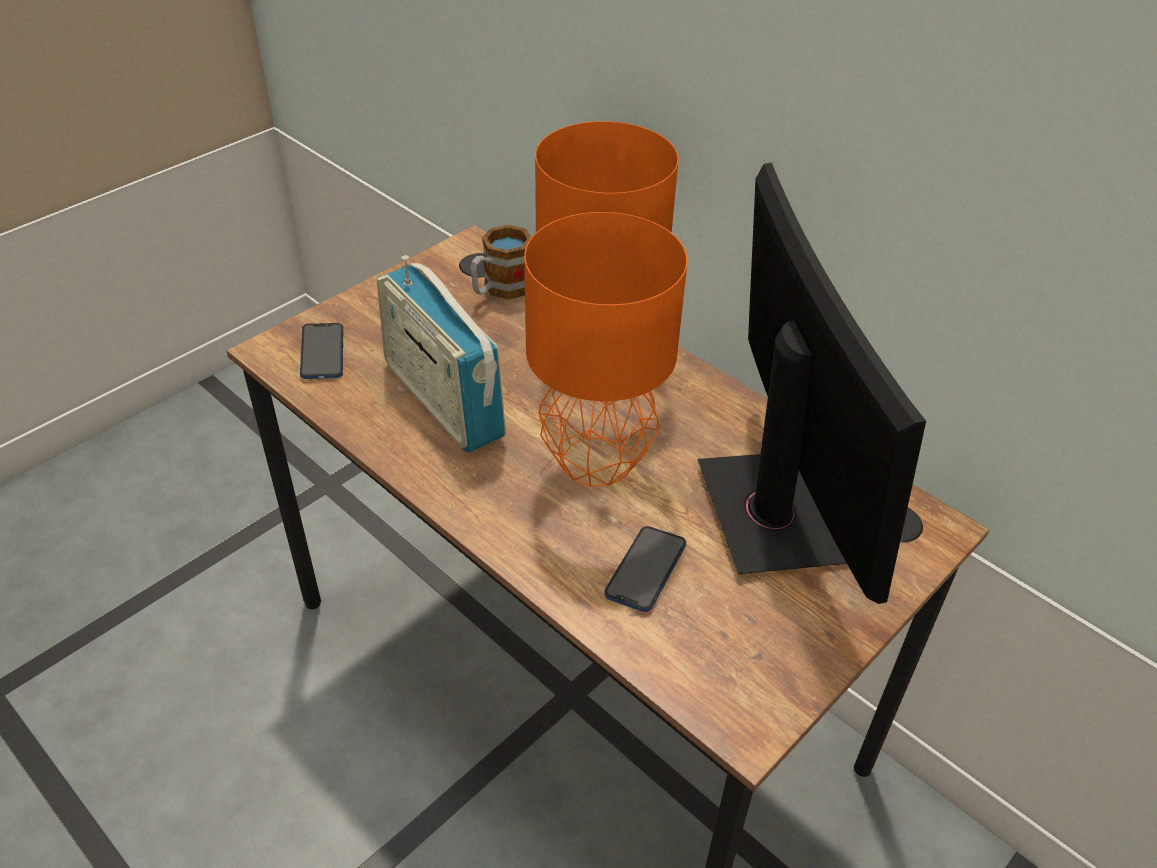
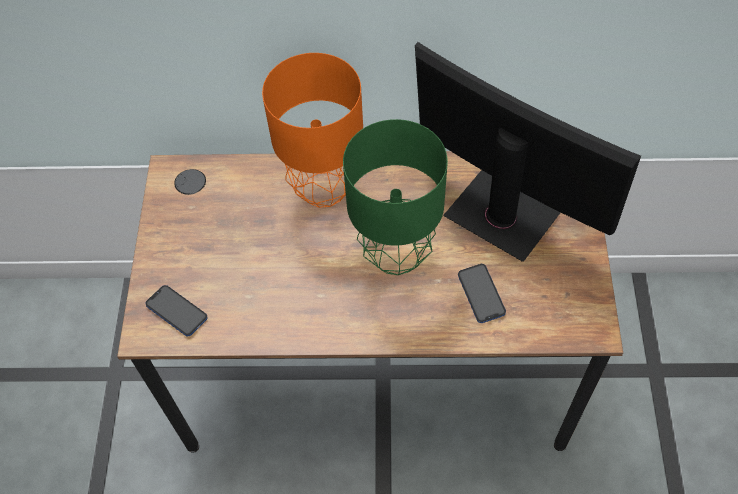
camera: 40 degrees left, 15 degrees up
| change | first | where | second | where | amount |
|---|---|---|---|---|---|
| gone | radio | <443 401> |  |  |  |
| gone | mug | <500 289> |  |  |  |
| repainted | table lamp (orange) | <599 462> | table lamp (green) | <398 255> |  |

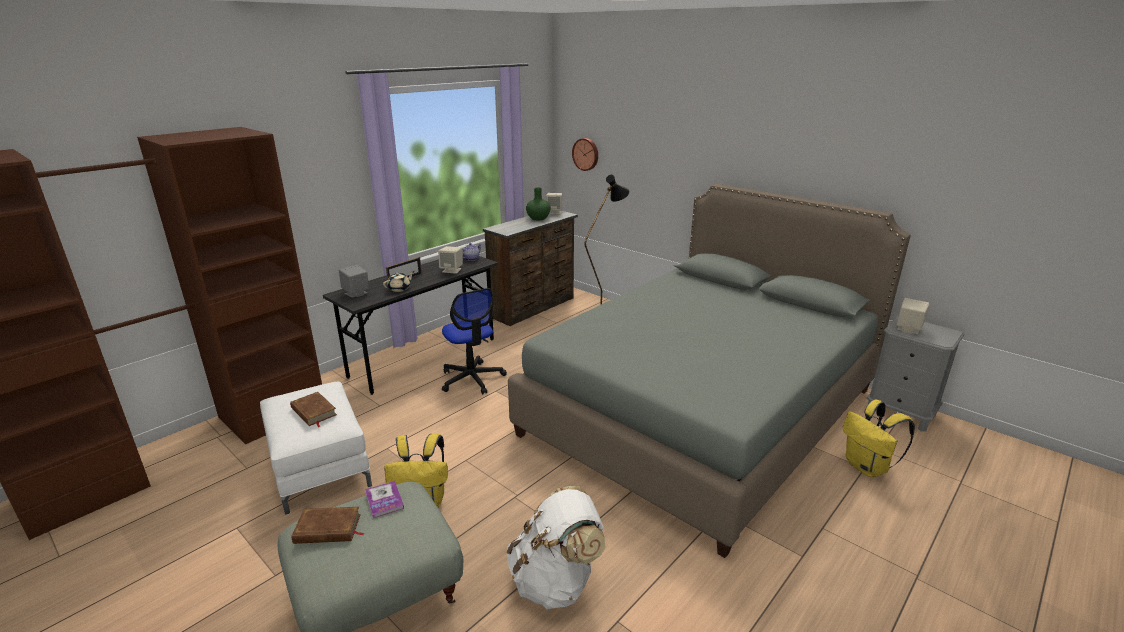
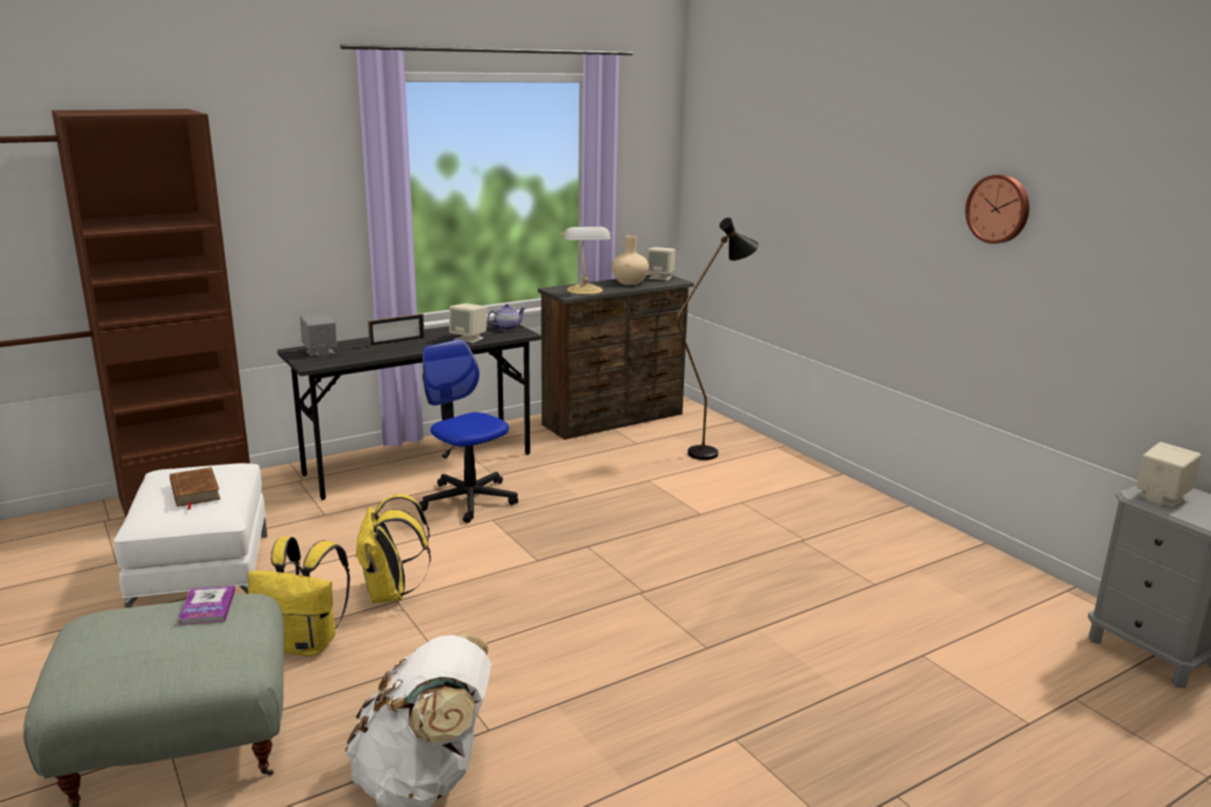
camera: 15 degrees right, 5 degrees down
| change | first | where | second | where | amount |
|---|---|---|---|---|---|
| gone | book (brown) | <328 529> |  |  |  |
| gone | teapot (beige) | <400 289> |  |  |  |
| gone | bed (grey) | <701 411> |  |  |  |
| new |  |  | table lamp | <585 290> |  |
| shifted | wall clock | <586 154> |  | <999 209> |  |
| shifted | backpack (yellow) | <867 467> |  | <391 594> |  |
| repainted | vase (green) | <538 218> | vase (beige) | <629 282> |  |
| rotated | office chair | <472 379> |  | <468 500> | 150 degrees clockwise |

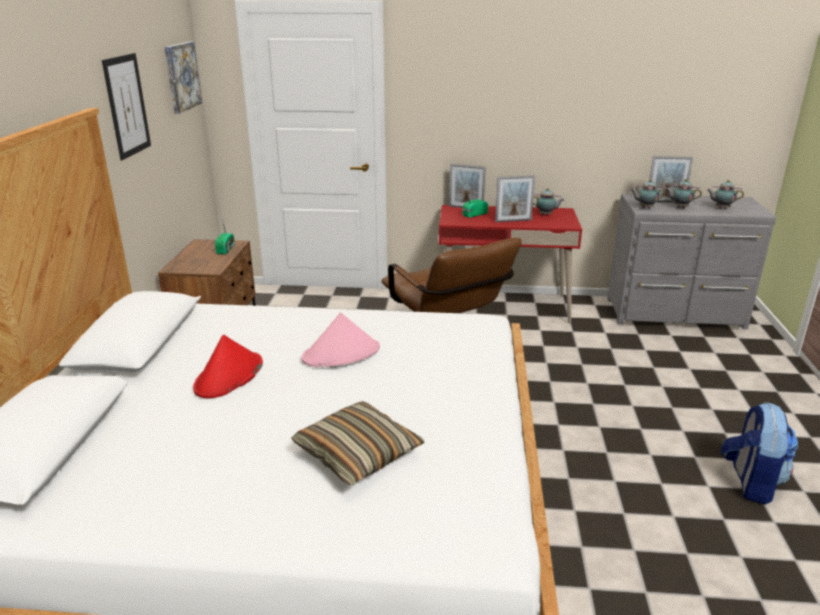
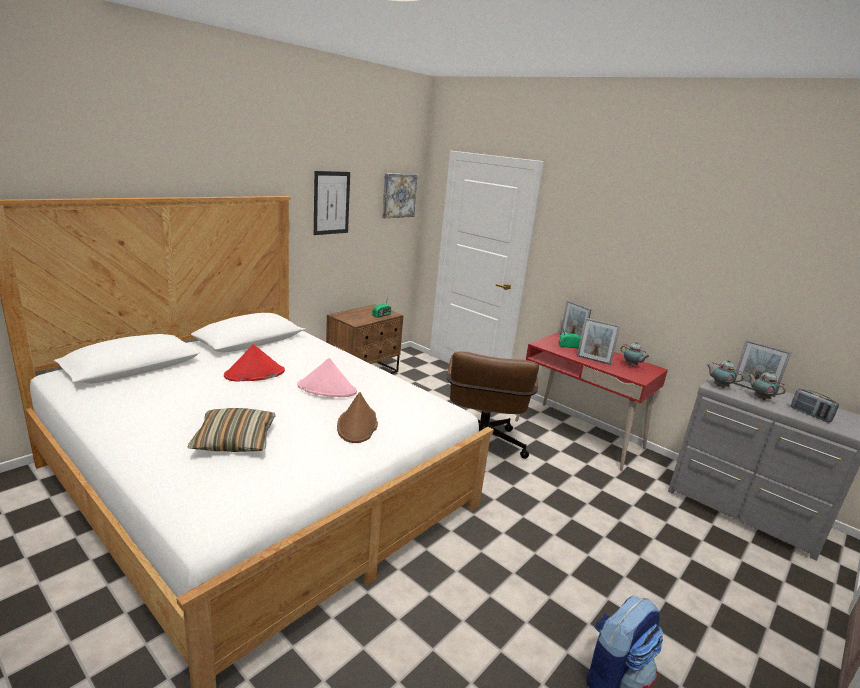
camera: 35 degrees right, 5 degrees down
| change | first | where | second | where | amount |
|---|---|---|---|---|---|
| new |  |  | hat (brown) | <357 425> |  |
| swapped | teapot | <721 208> | radio | <810 414> |  |

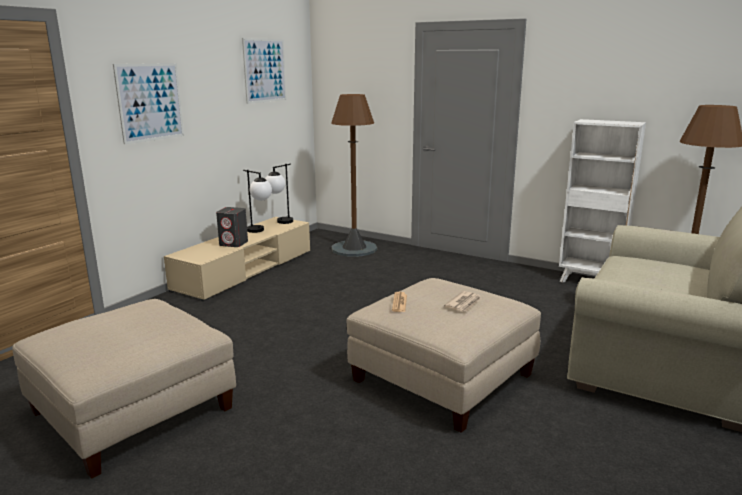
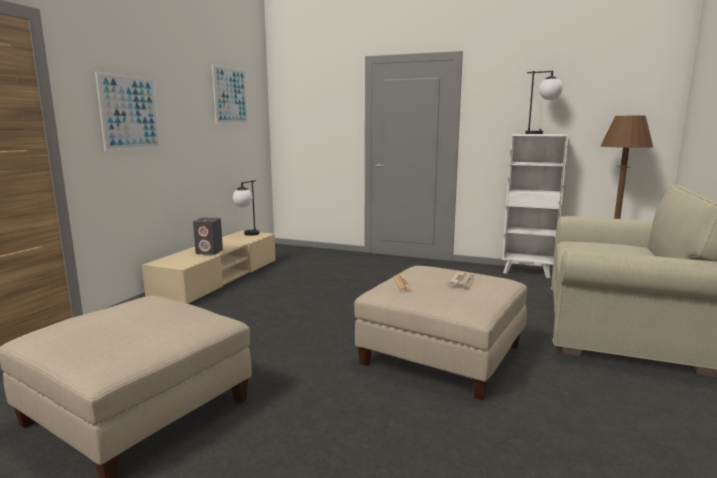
camera: 10 degrees left, 5 degrees down
| change | first | where | second | where | amount |
|---|---|---|---|---|---|
| gone | floor lamp (brown) | <354 249> |  |  |  |
| shifted | table lamp | <260 231> |  | <541 134> |  |

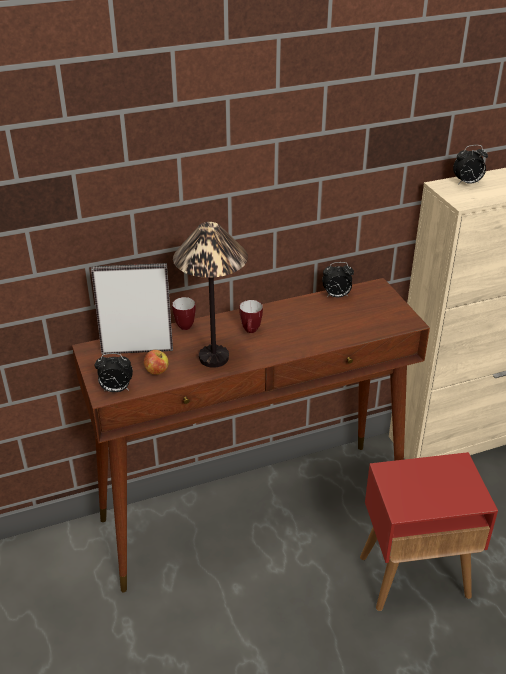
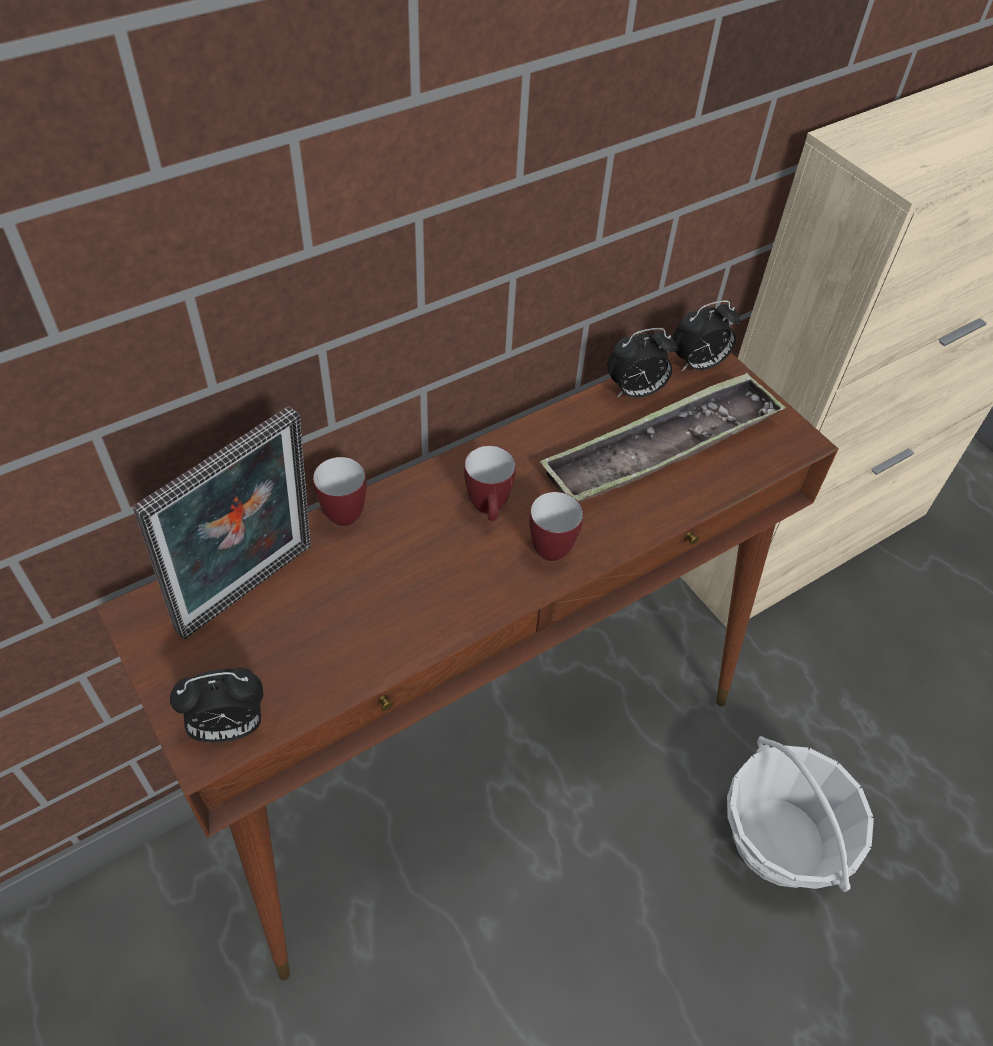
camera: 15 degrees left, 15 degrees up
| change | first | where | second | where | amount |
|---|---|---|---|---|---|
| gone | apple | <157 371> |  |  |  |
| gone | table lamp | <214 358> |  |  |  |
| new |  |  | mug | <549 545> |  |
| new |  |  | tray | <661 449> |  |
| shifted | alarm clock | <467 183> |  | <698 365> |  |
| swapped | side table (red) | <415 576> | basket | <779 841> |  |
| rotated | picture frame | <137 348> |  | <252 593> | 150 degrees clockwise |

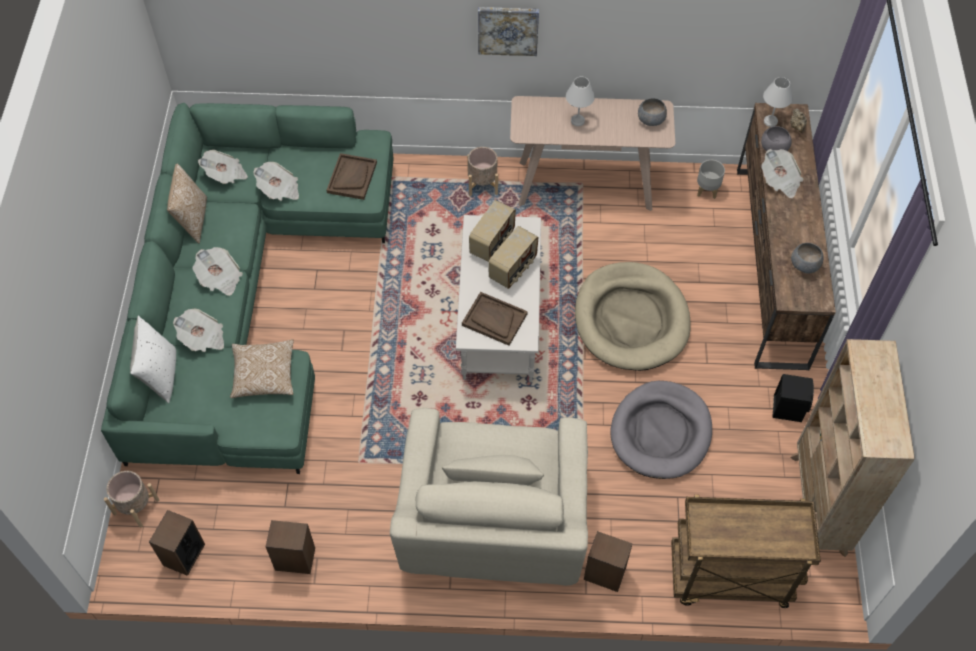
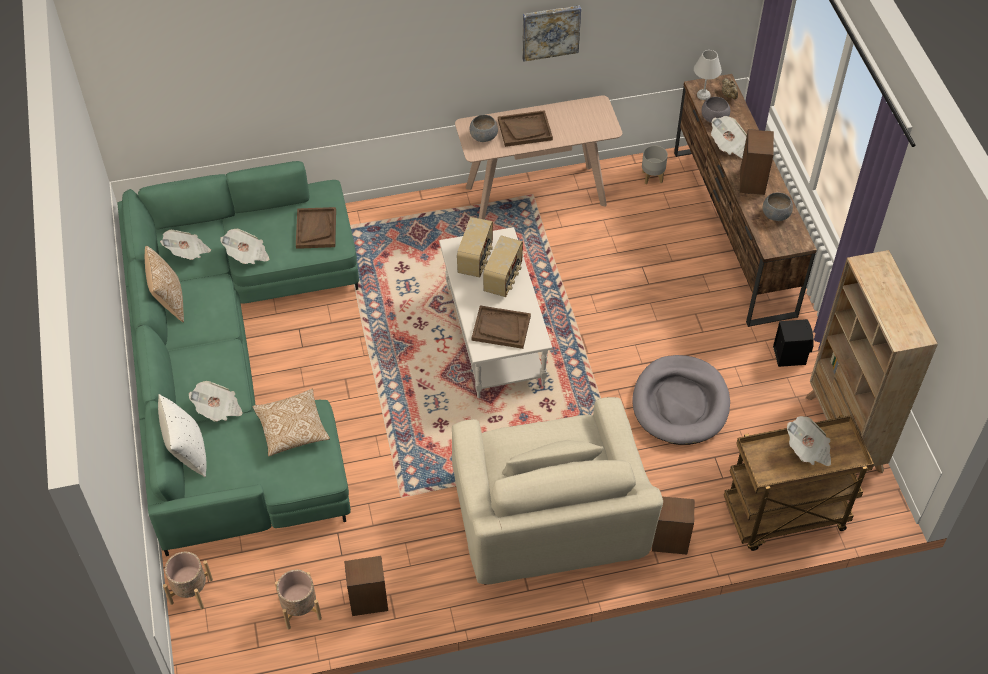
camera: 15 degrees left, 5 degrees down
| change | first | where | second | where | amount |
|---|---|---|---|---|---|
| gone | dog bed (beige) | <631 319> |  |  |  |
| shifted | speaker | <183 555> |  | <752 182> |  |
| shifted | newspaper | <220 278> |  | <808 450> |  |
| shifted | planter (beige) | <482 184> |  | <300 609> |  |
| shifted | picture | <508 30> |  | <550 32> |  |
| shifted | bowl (grey) | <650 119> |  | <483 136> |  |
| swapped | table lamp (white) | <578 121> | tray (brown) | <525 130> |  |

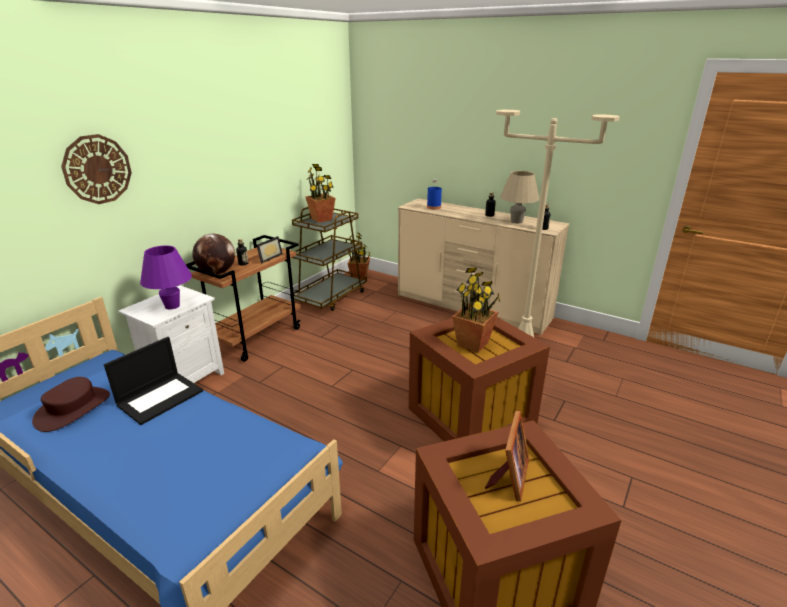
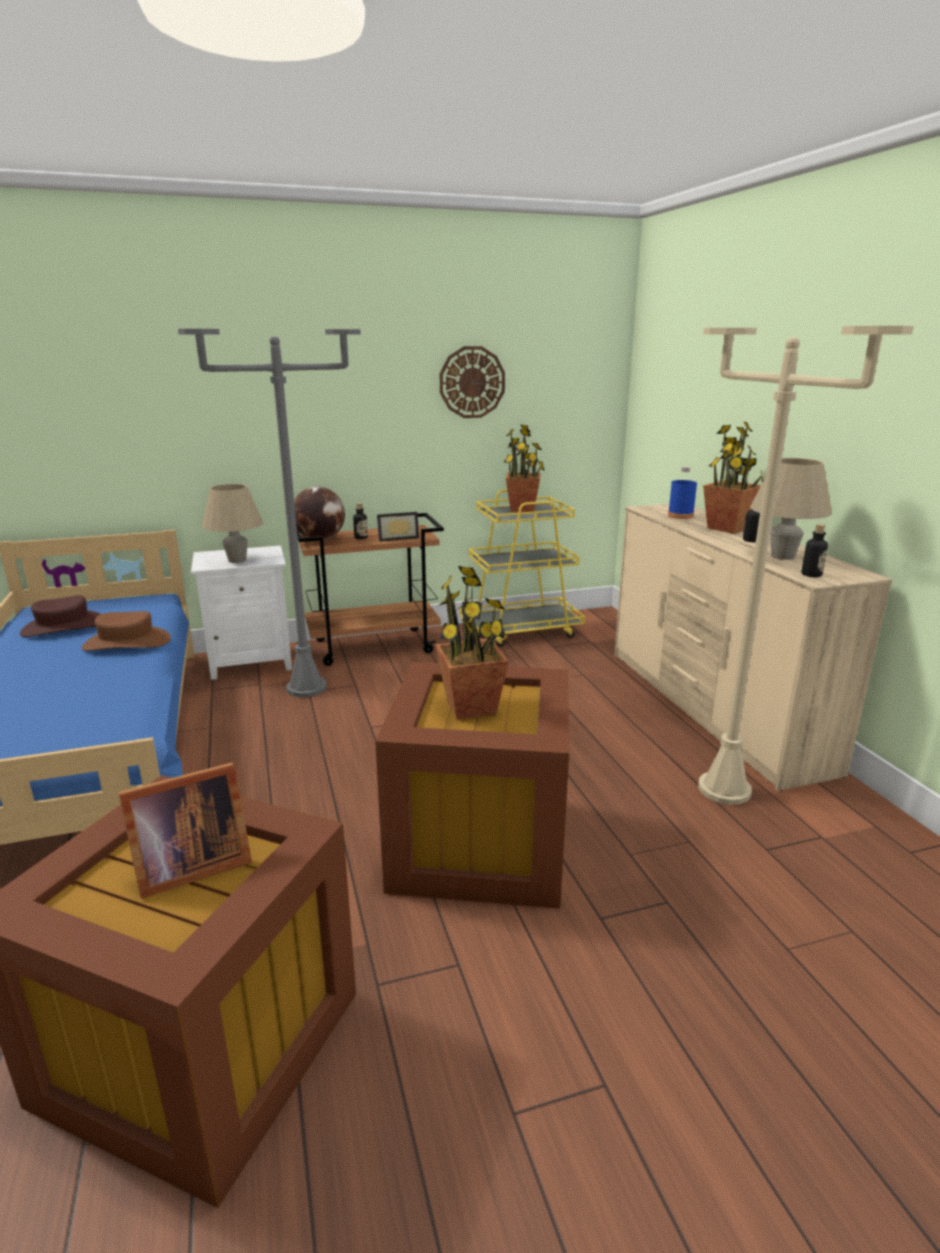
camera: 40 degrees right, 5 degrees down
| change | first | where | second | where | amount |
|---|---|---|---|---|---|
| new |  |  | floor lamp (grey) | <307 688> |  |
| shifted | wall clock | <97 169> |  | <472 382> |  |
| shifted | potted plant | <359 278> |  | <728 528> |  |
| swapped | laptop | <160 397> | hat (brown) | <127 643> |  |
| repainted | table lamp (purple) | <172 306> | table lamp (beige) | <237 560> |  |
| repainted | cart (brown) | <330 297> | cart (yellow) | <521 631> |  |

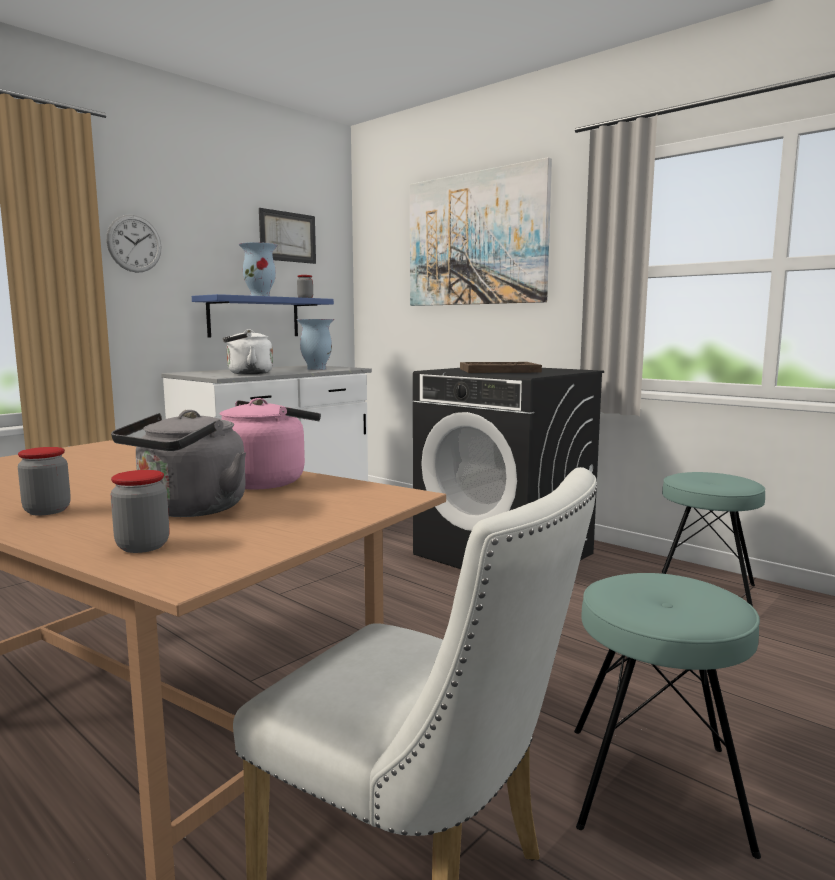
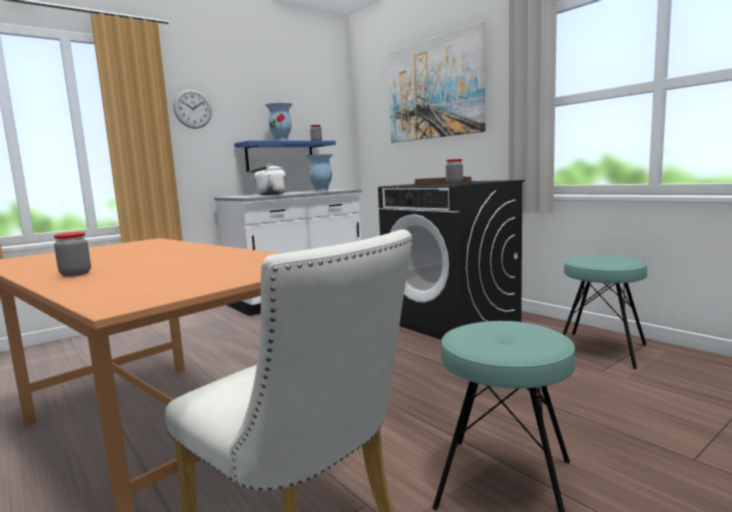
camera: 10 degrees right, 0 degrees up
| change | first | where | second | where | amount |
|---|---|---|---|---|---|
| gone | kettle (grey) | <189 510> |  |  |  |
| gone | kettle (pink) | <266 481> |  |  |  |
| gone | picture | <287 237> |  |  |  |
| shifted | jar | <143 546> |  | <454 183> |  |

